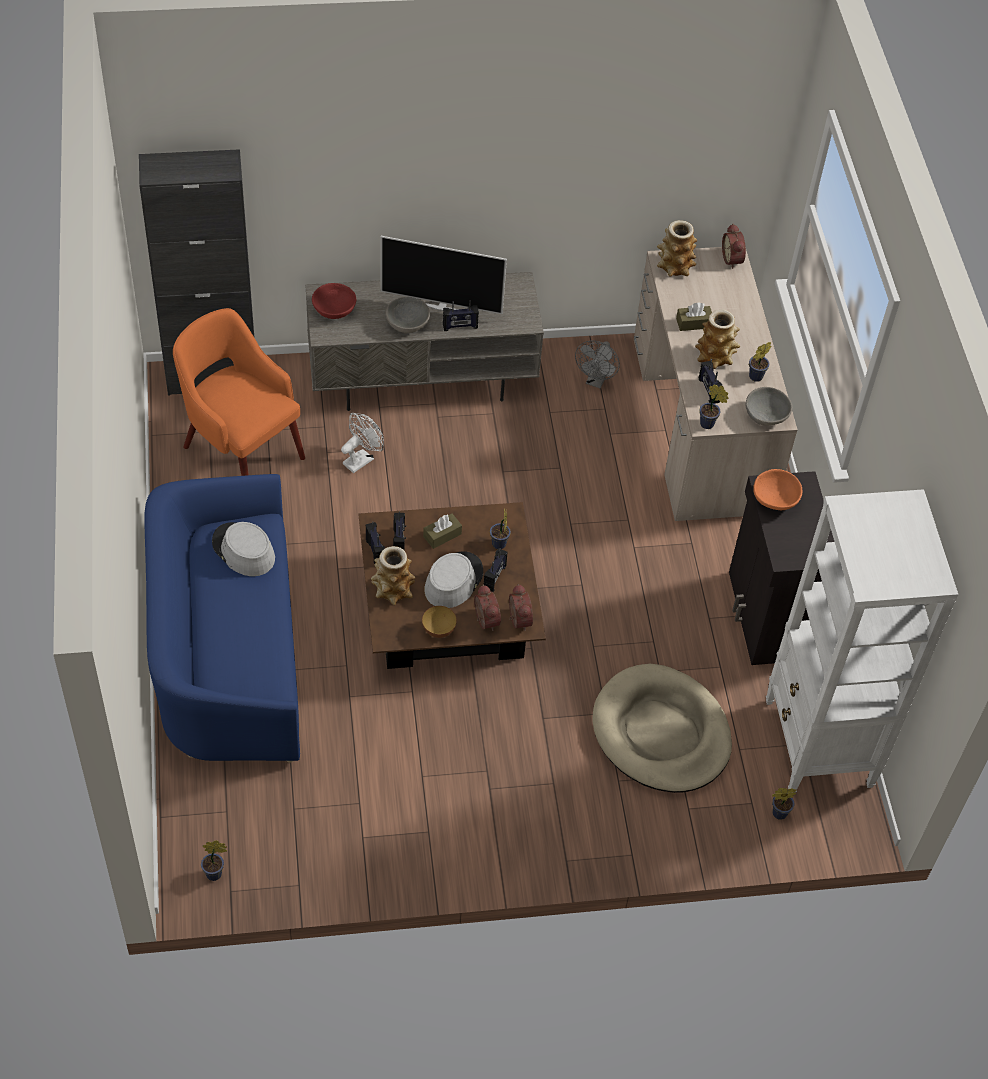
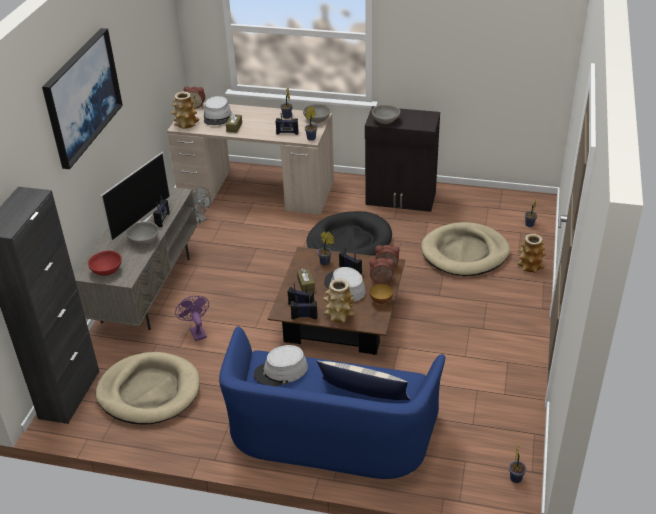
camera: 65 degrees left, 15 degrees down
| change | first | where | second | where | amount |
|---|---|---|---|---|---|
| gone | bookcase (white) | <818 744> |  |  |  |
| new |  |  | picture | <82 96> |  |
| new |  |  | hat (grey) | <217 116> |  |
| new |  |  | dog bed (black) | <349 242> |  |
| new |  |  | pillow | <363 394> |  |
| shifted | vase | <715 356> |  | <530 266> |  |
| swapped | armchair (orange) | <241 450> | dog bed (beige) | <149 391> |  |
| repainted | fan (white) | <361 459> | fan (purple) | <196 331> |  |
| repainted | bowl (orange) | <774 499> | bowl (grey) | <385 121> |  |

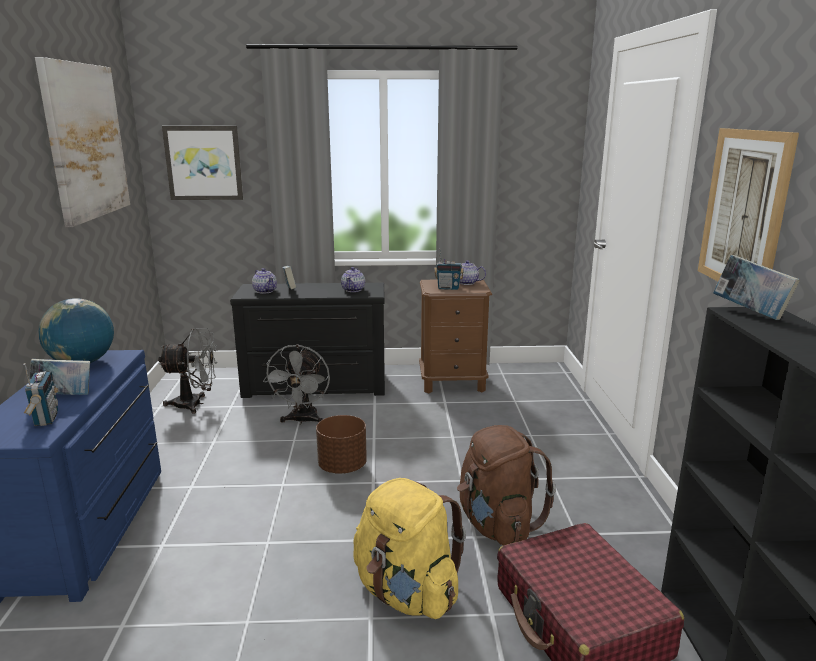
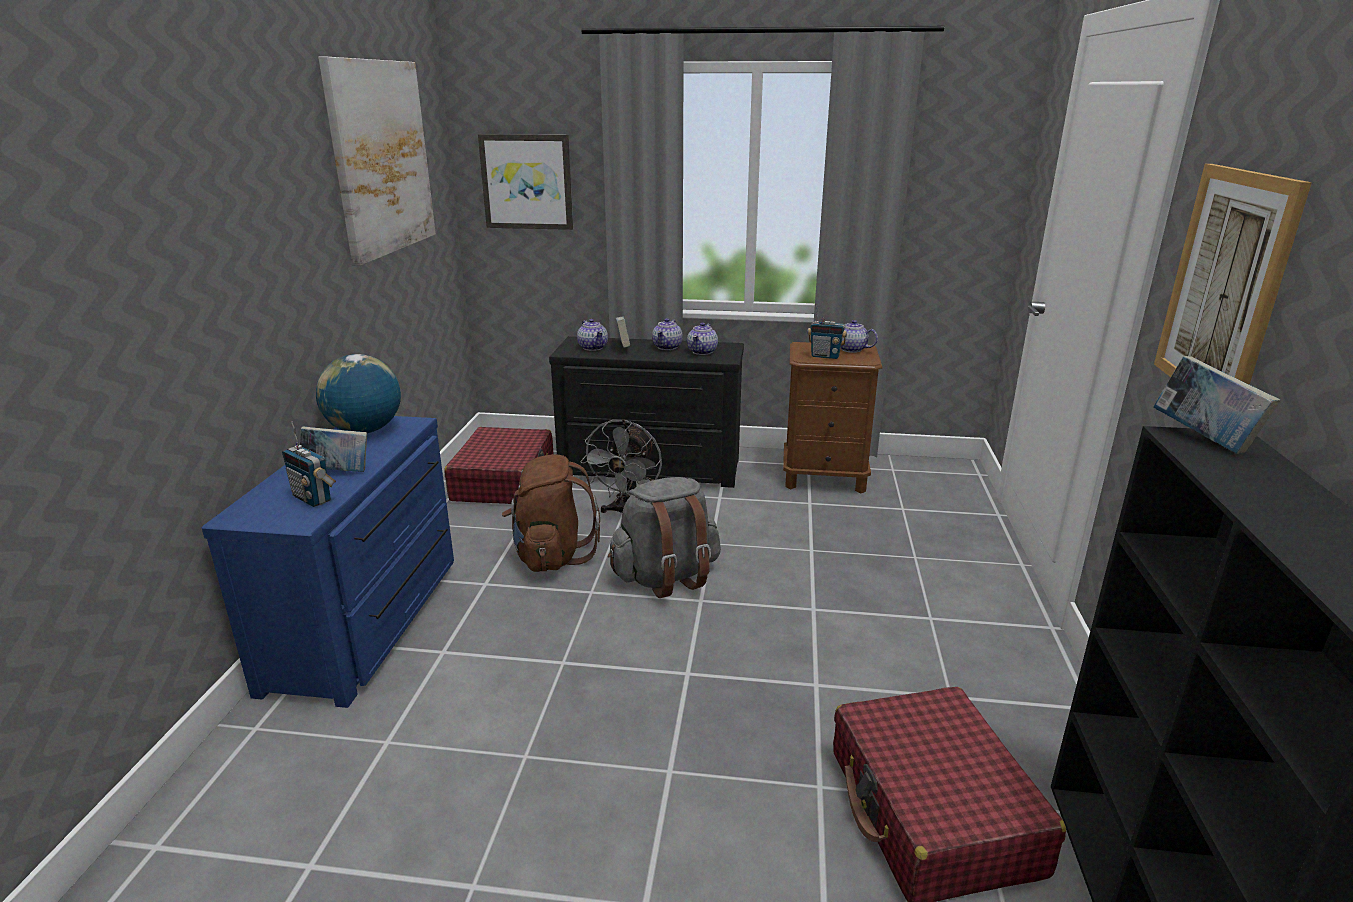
camera: 10 degrees right, 5 degrees up
| change | first | where | second | where | amount |
|---|---|---|---|---|---|
| gone | backpack (yellow) | <407 593> |  |  |  |
| new |  |  | teapot | <667 347> |  |
| shifted | backpack (brown) | <497 524> |  | <551 556> |  |
| swapped | fan (grey) | <195 404> | suitcase (red) | <504 481> |  |
| swapped | planter (brown) | <342 467> | backpack (grey) | <666 577> |  |
| rotated | radio | <45 419> |  | <313 498> | 135 degrees clockwise |

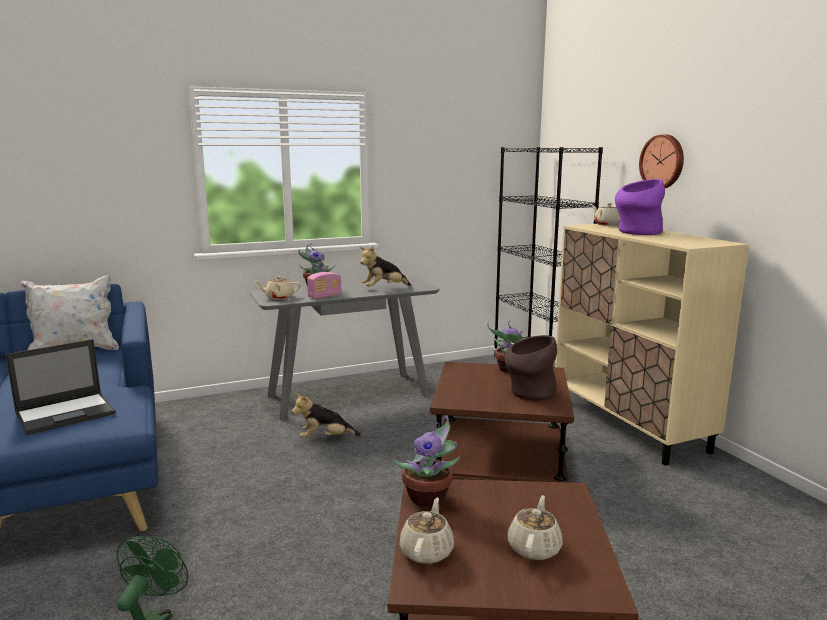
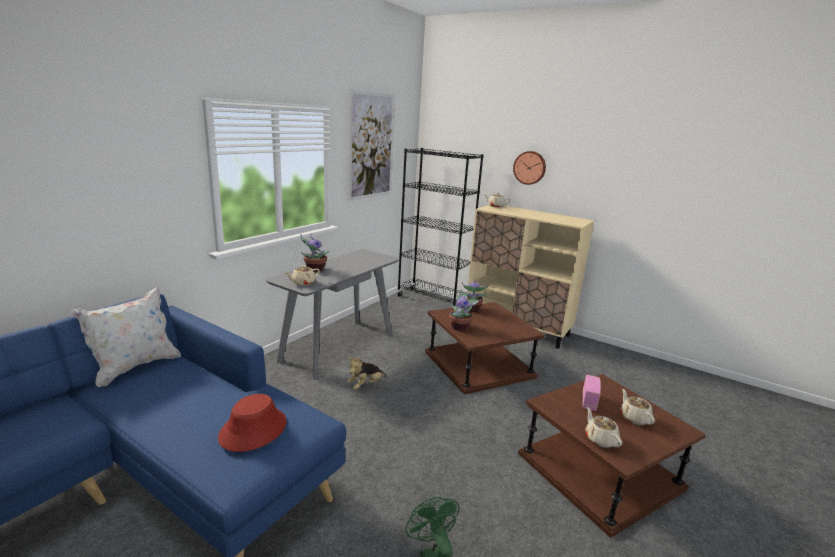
camera: 35 degrees left, 5 degrees up
| change | first | where | second | where | amount |
|---|---|---|---|---|---|
| gone | plush toy | <384 289> |  |  |  |
| gone | vase (brown) | <528 393> |  |  |  |
| gone | vase (purple) | <636 232> |  |  |  |
| new |  |  | picture | <371 146> |  |
| shifted | radio | <325 296> |  | <589 402> |  |
| shifted | potted plant | <429 498> |  | <460 327> |  |
| swapped | laptop | <67 413> | hat (red) | <253 429> |  |

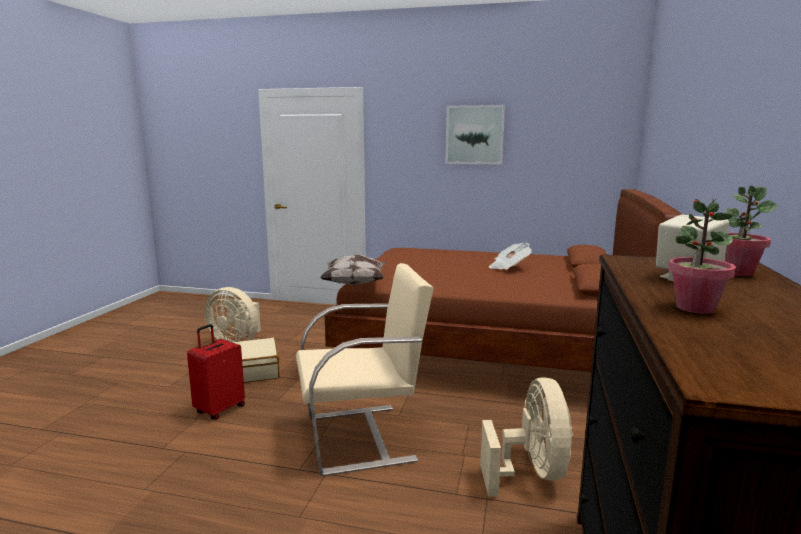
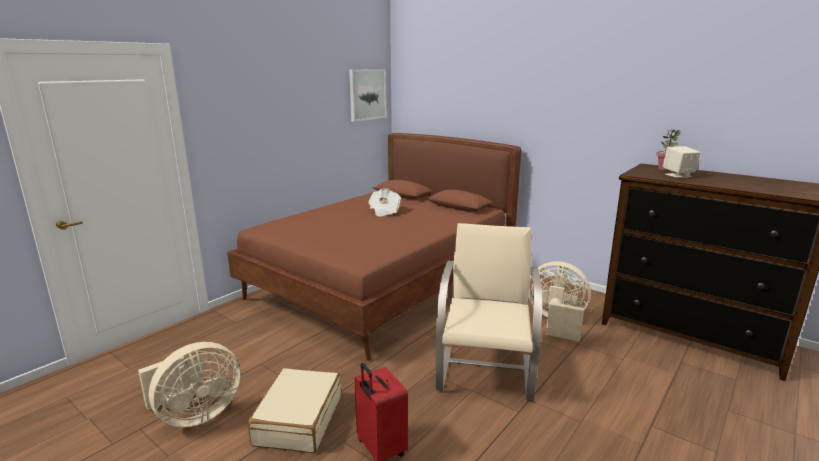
camera: 65 degrees left, 5 degrees up
| change | first | where | second | where | amount |
|---|---|---|---|---|---|
| gone | pillow | <355 284> |  |  |  |
| gone | potted plant | <695 308> |  |  |  |
| shifted | picture | <474 135> |  | <367 94> |  |

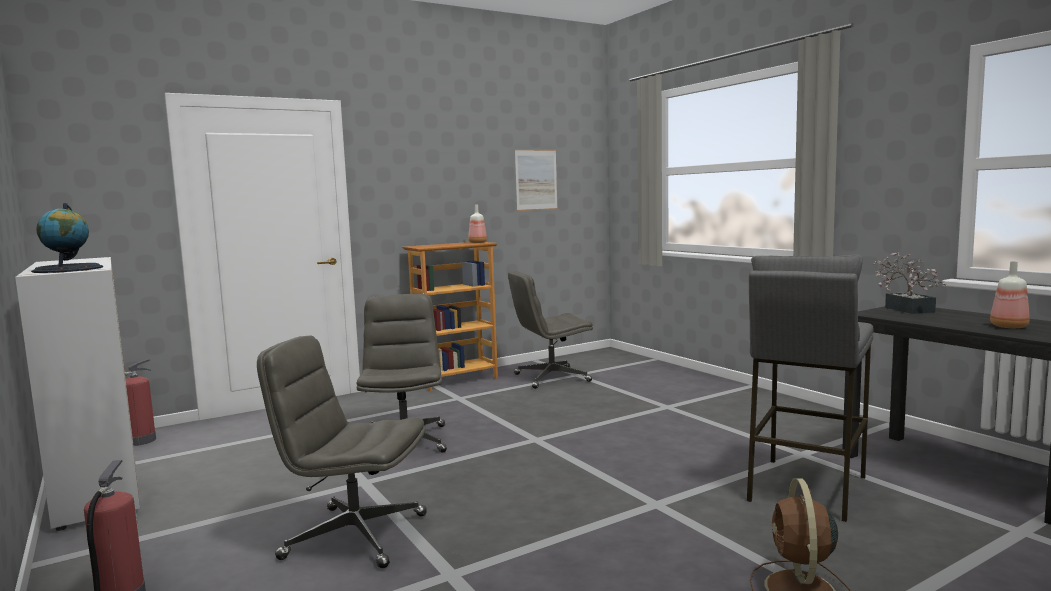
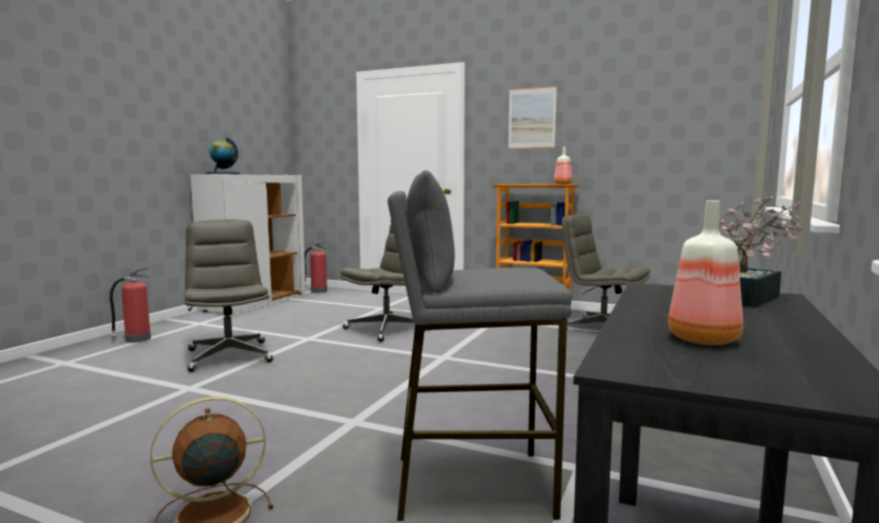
camera: 55 degrees right, 0 degrees up
| change | first | where | second | where | amount |
|---|---|---|---|---|---|
| shifted | picture | <536 179> |  | <532 118> |  |

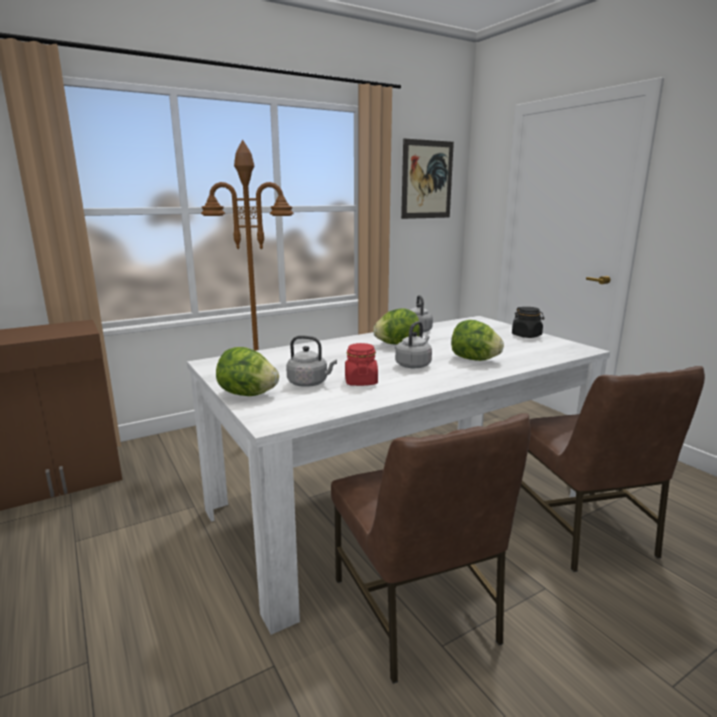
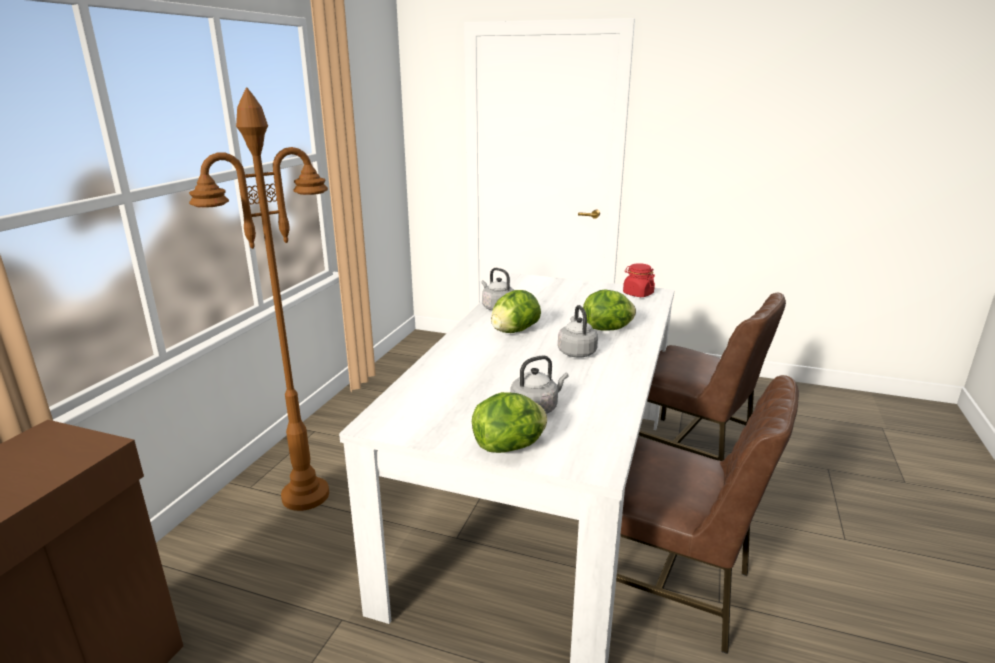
camera: 40 degrees left, 5 degrees up
| change | first | where | second | where | amount |
|---|---|---|---|---|---|
| gone | picture | <427 180> |  |  |  |
| gone | jar (black) | <526 335> |  |  |  |
| shifted | jar (red) | <361 382> |  | <637 294> |  |

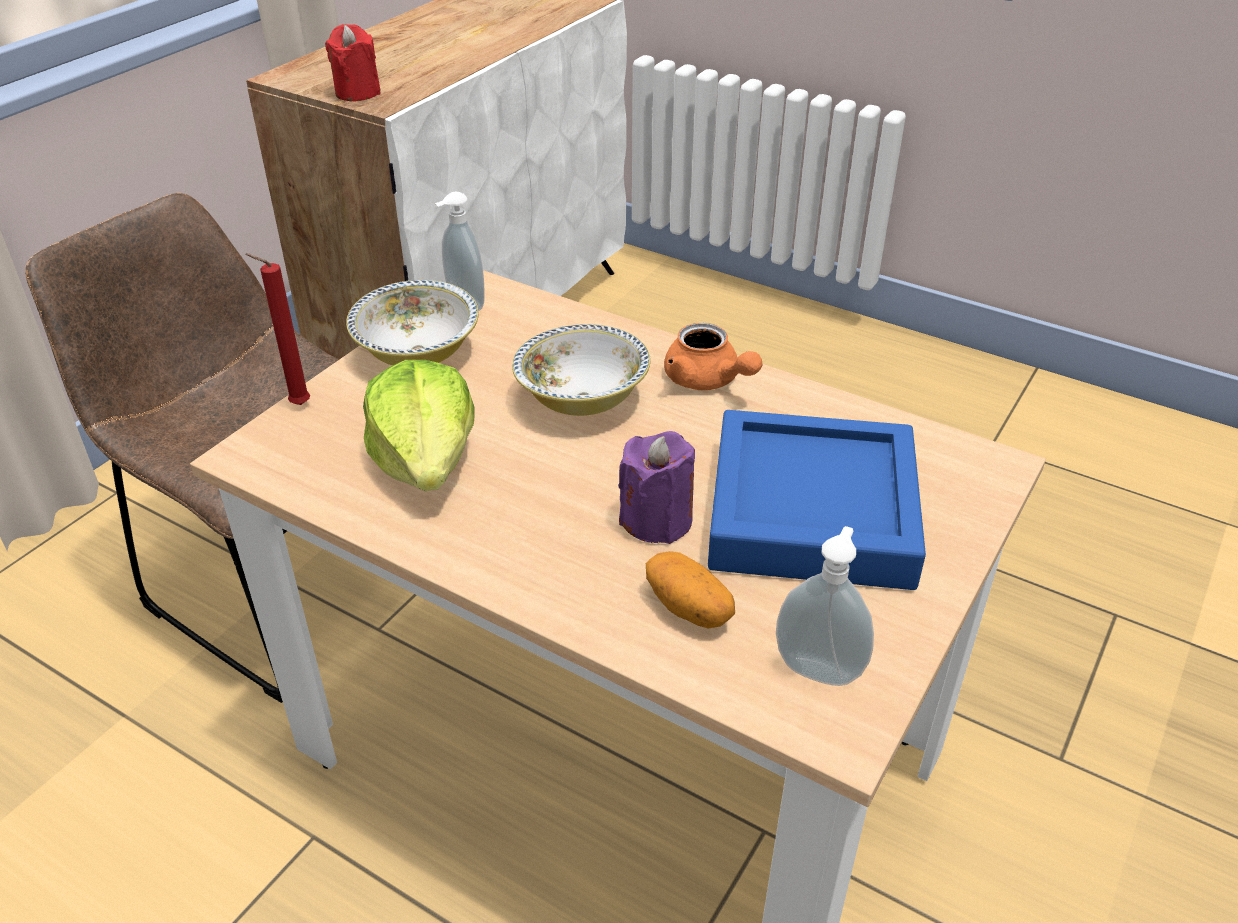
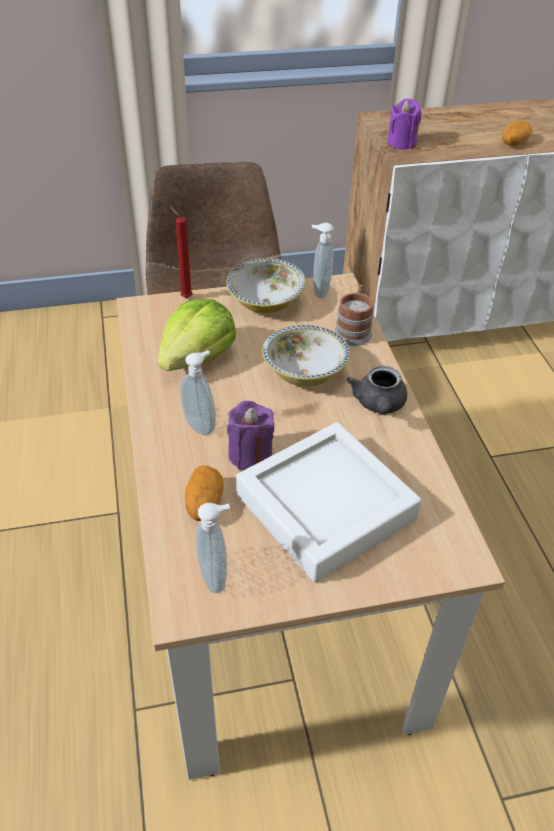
camera: 45 degrees right, 5 degrees up
| change | first | where | second | where | amount |
|---|---|---|---|---|---|
| new |  |  | soap dispenser | <201 425> |  |
| new |  |  | mug | <354 330> |  |
| new |  |  | potato | <514 142> |  |
| repainted | candle (red) | <357 93> | candle (purple) | <401 143> |  |
| repainted | teapot (orange) | <707 381> | teapot (grey) | <378 405> |  |
| repainted | tray (blue) | <812 512> | tray (white) | <325 507> |  |

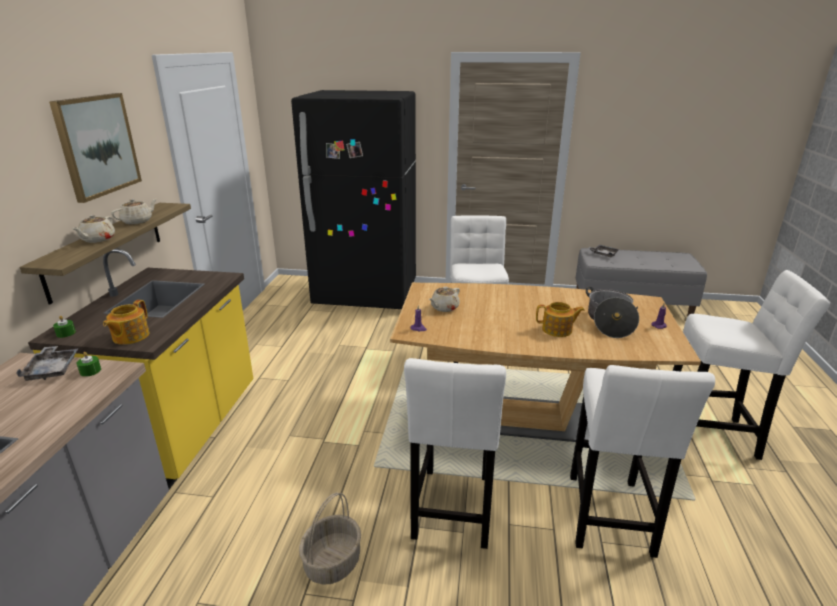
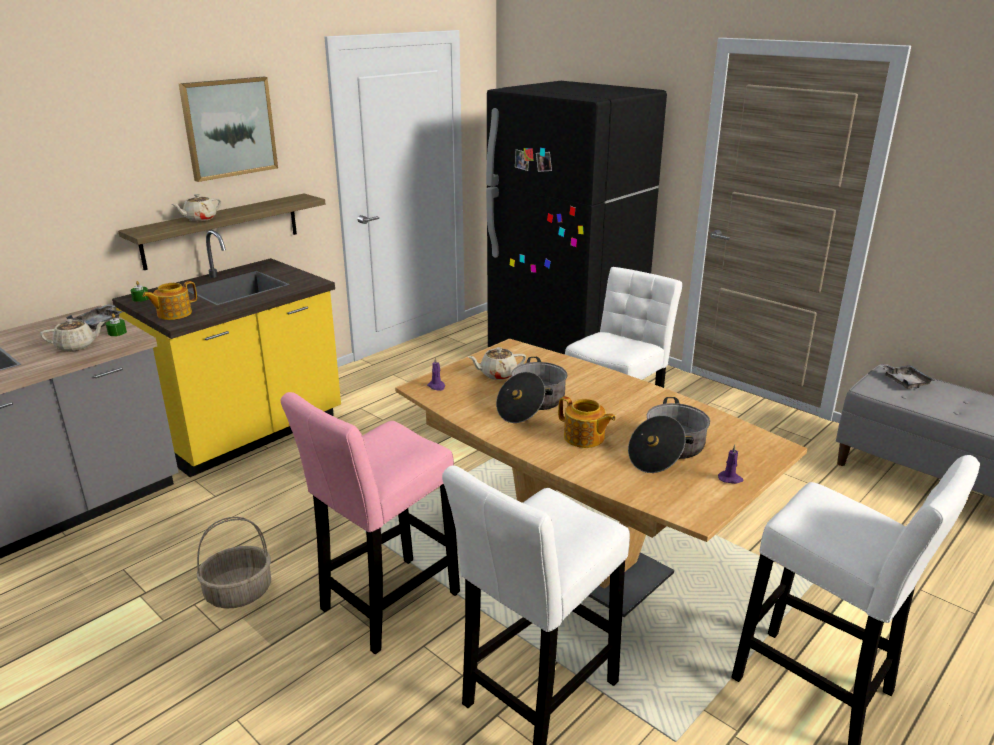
camera: 35 degrees right, 0 degrees up
| change | first | where | second | where | amount |
|---|---|---|---|---|---|
| new |  |  | cooking pot | <531 405> |  |
| shifted | teapot (beige) | <138 221> |  | <77 346> |  |
| repainted | stool (white) | <452 511> | stool (pink) | <385 605> |  |

